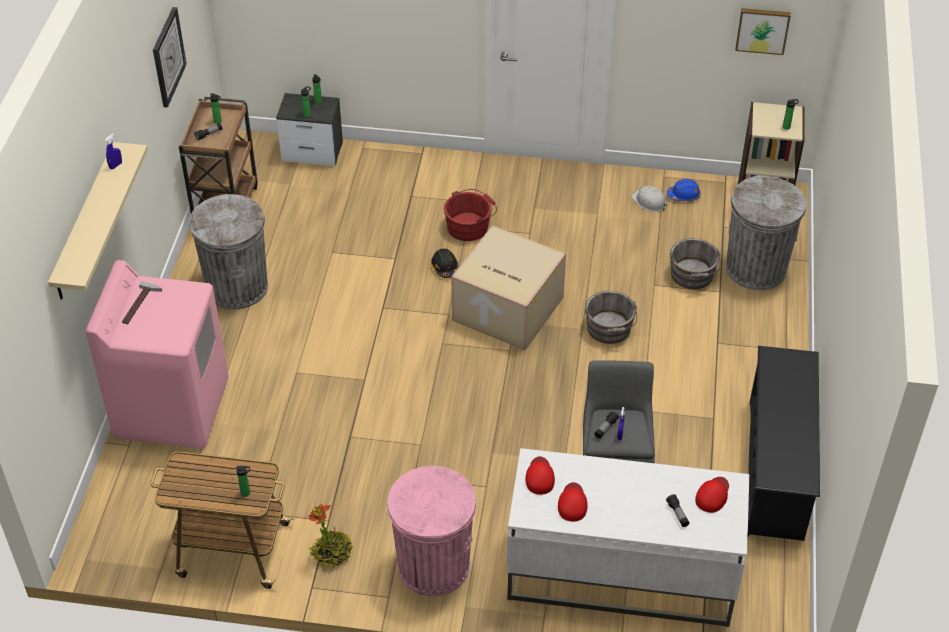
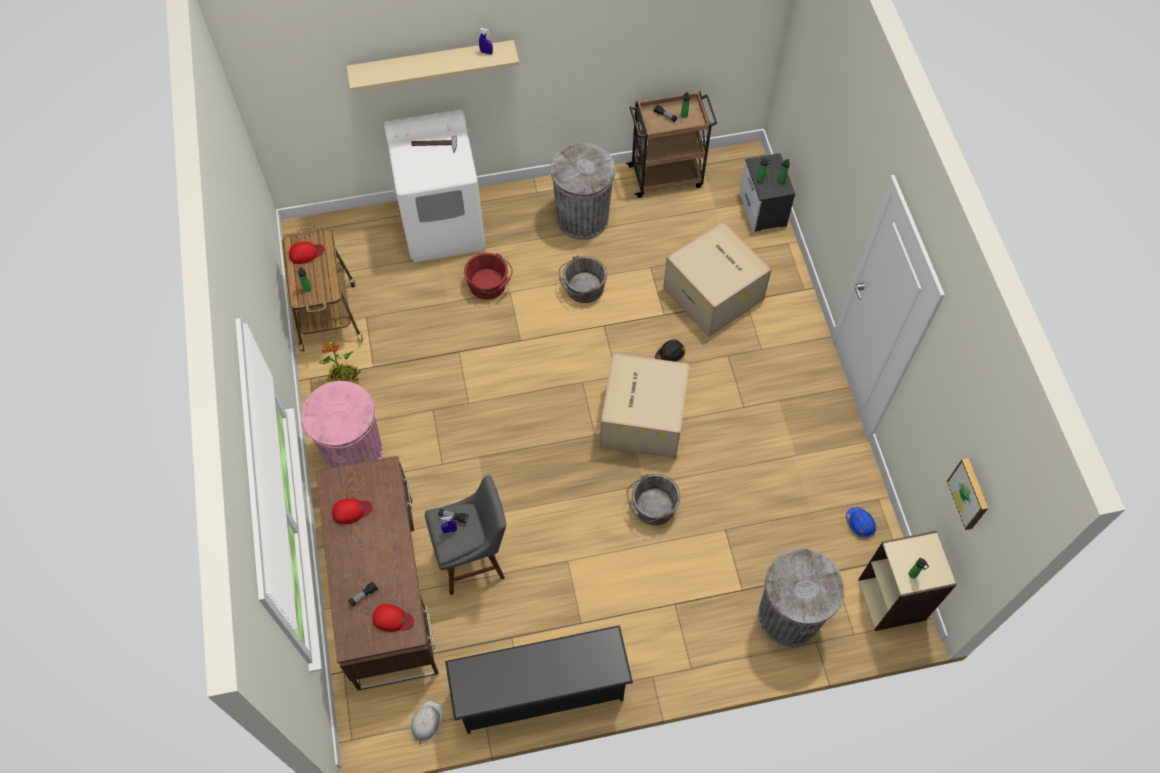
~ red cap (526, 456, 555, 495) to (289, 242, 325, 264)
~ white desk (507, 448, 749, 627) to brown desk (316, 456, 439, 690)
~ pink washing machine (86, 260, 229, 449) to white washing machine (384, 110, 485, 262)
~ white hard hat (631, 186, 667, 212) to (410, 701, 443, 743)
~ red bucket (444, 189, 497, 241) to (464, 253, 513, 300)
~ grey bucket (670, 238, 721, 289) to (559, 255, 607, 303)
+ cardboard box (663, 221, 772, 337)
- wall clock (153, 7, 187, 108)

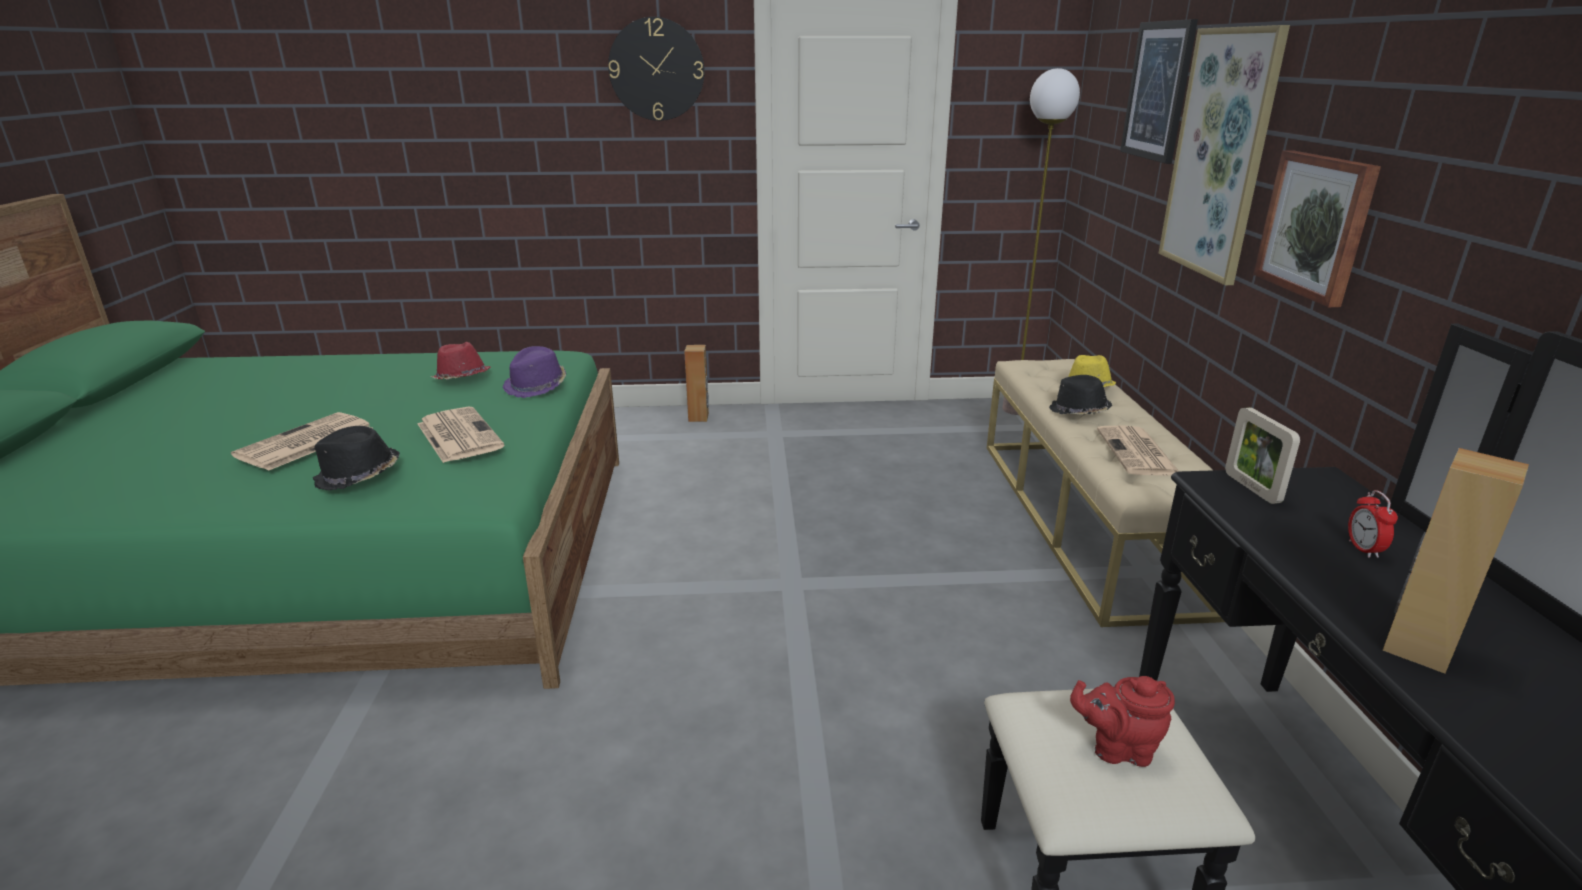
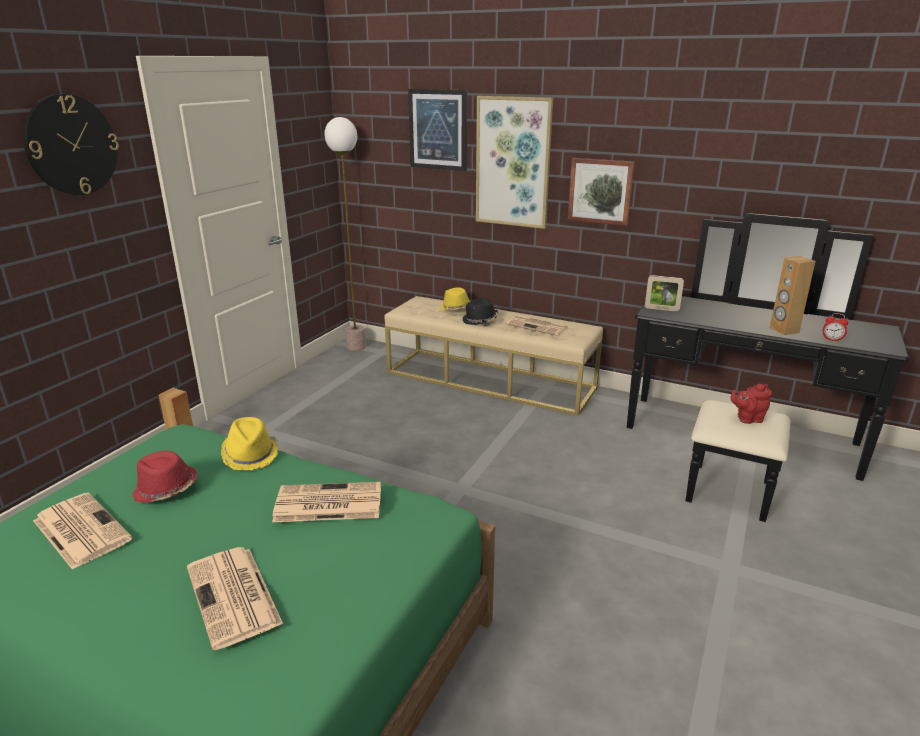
+ newspaper (33, 493, 132, 570)
~ purple hat (503, 346, 566, 398) to yellow hat (221, 417, 278, 471)
~ red teapot (1070, 676, 1175, 767) = (730, 384, 772, 424) 45 degrees clockwise
~ alarm clock (1348, 490, 1398, 558) to (823, 313, 848, 342)
- black hat (313, 426, 400, 490)

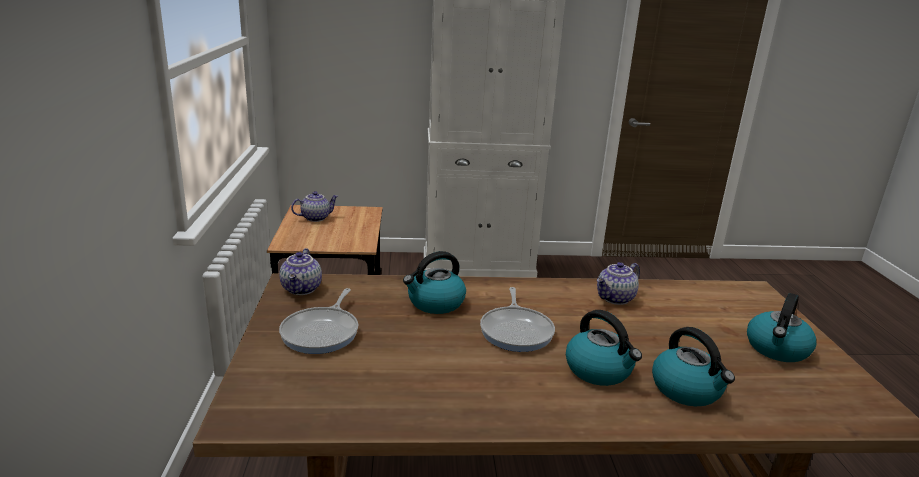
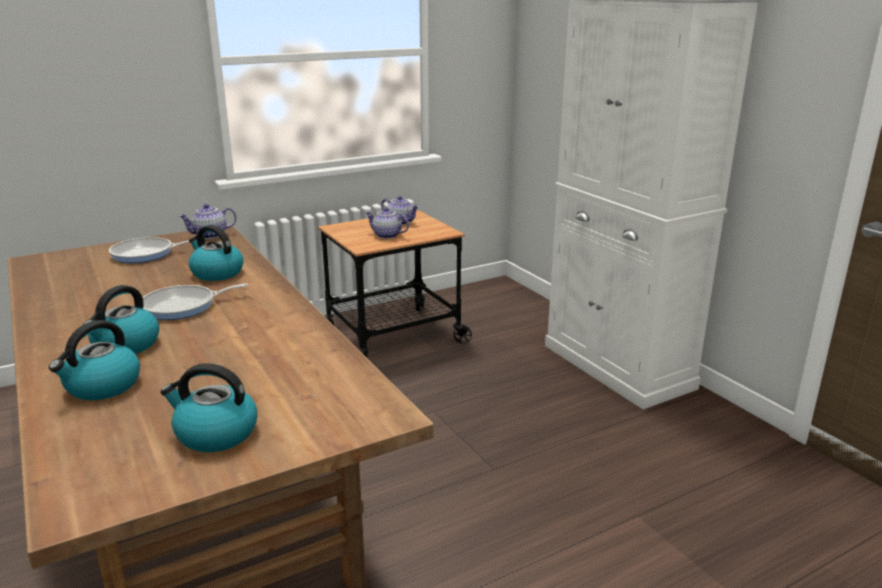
~ teapot (597, 262, 640, 305) to (365, 207, 409, 239)

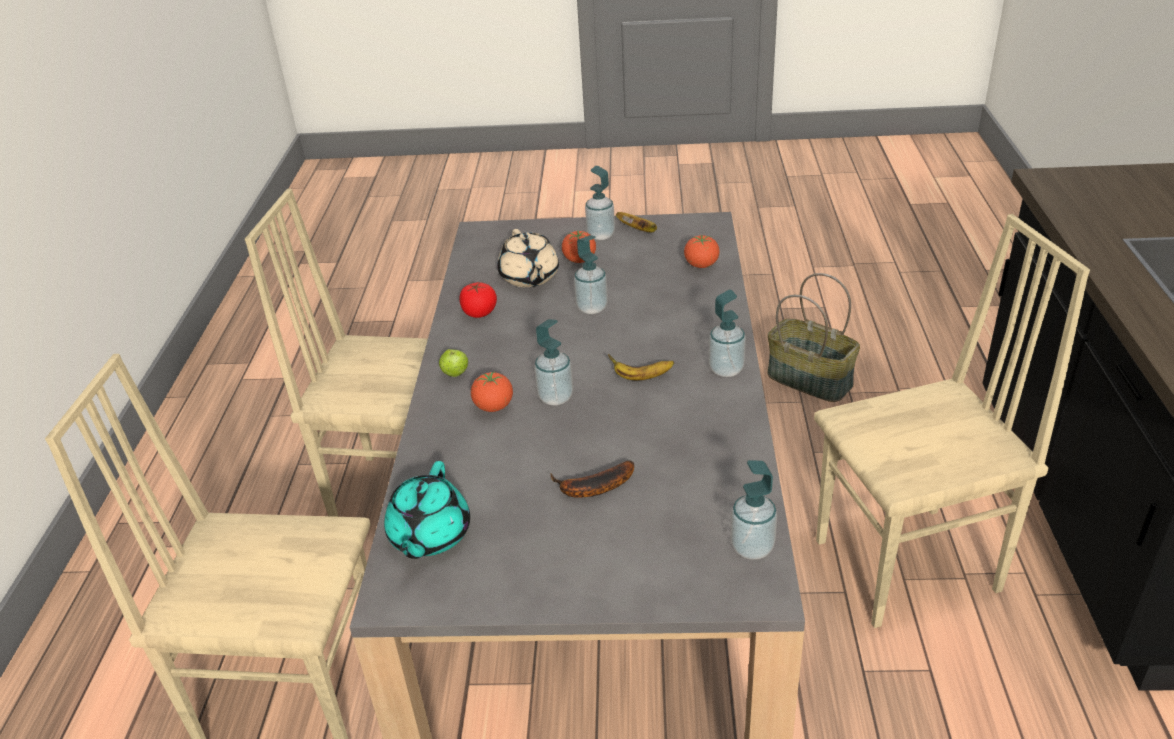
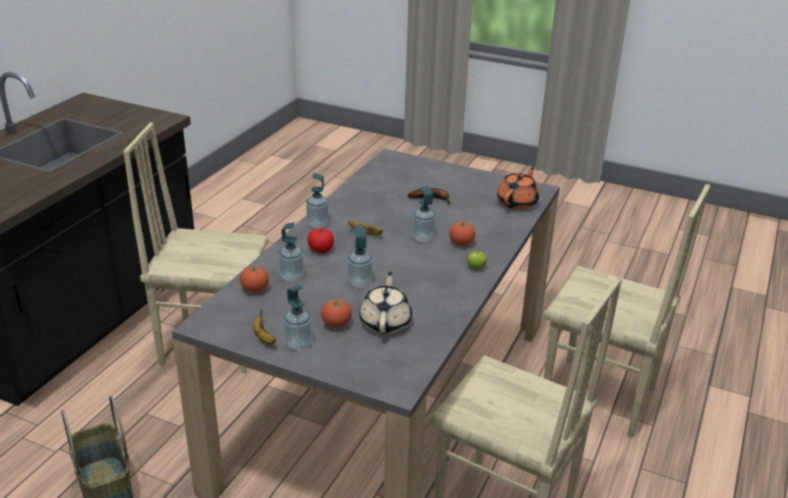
~ soap dispenser (731, 460, 777, 560) to (279, 222, 304, 282)
~ tomato (459, 282, 497, 318) to (307, 227, 334, 253)
~ turquoise teapot (384, 461, 470, 559) to orange teapot (497, 167, 539, 210)

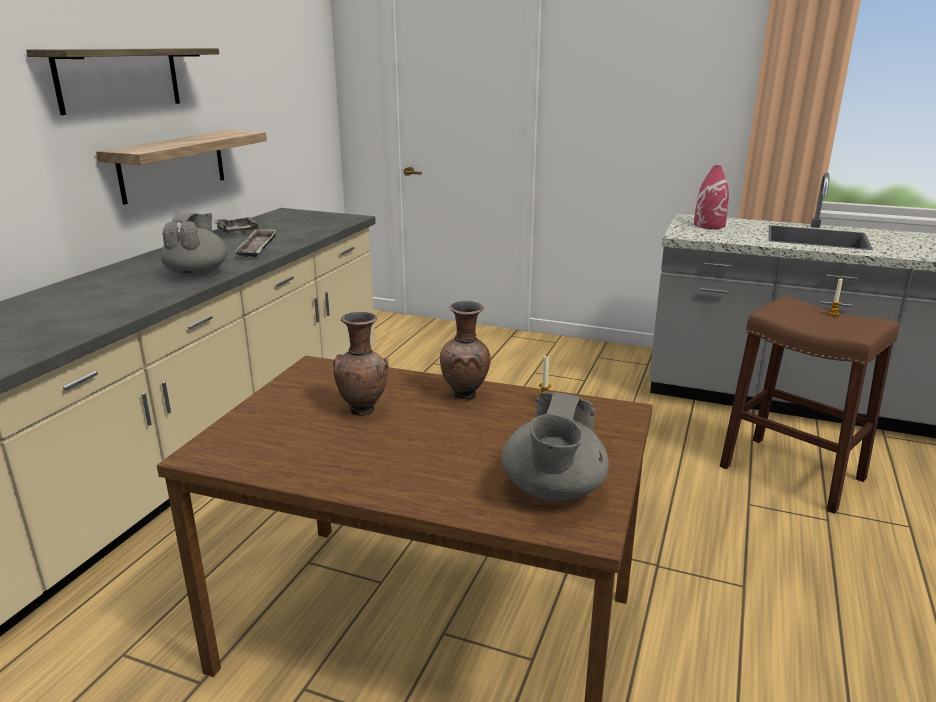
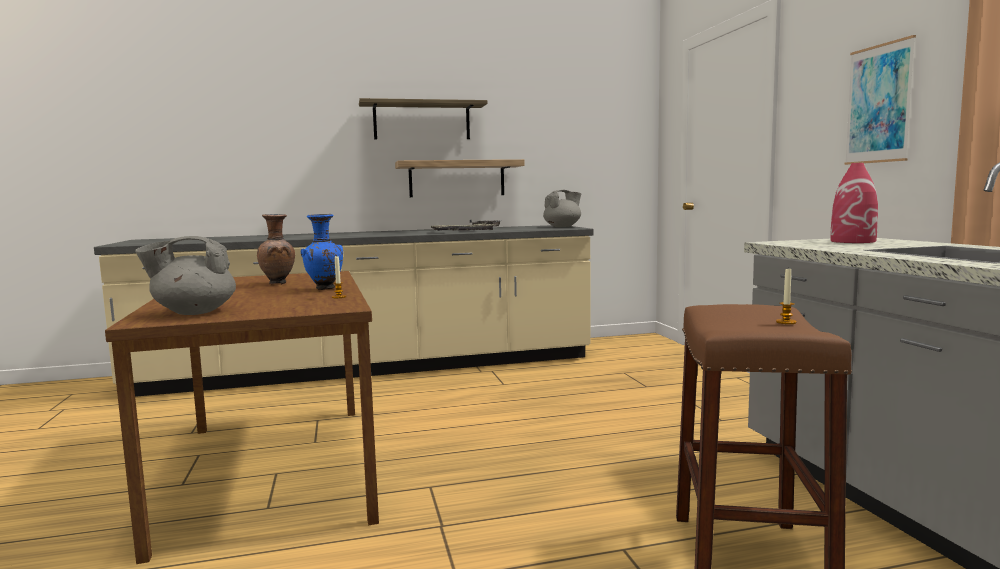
~ brown vase (440, 301, 491, 400) to blue vase (300, 214, 343, 290)
~ grey teapot (161, 213, 228, 277) to (543, 190, 581, 227)
+ picture (844, 35, 916, 165)

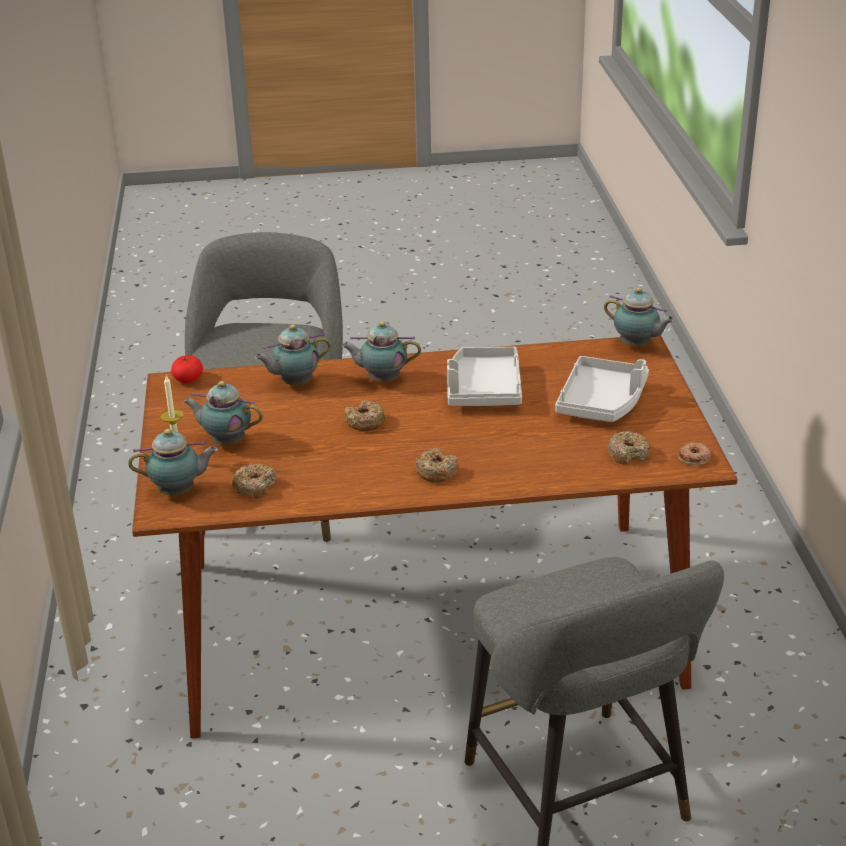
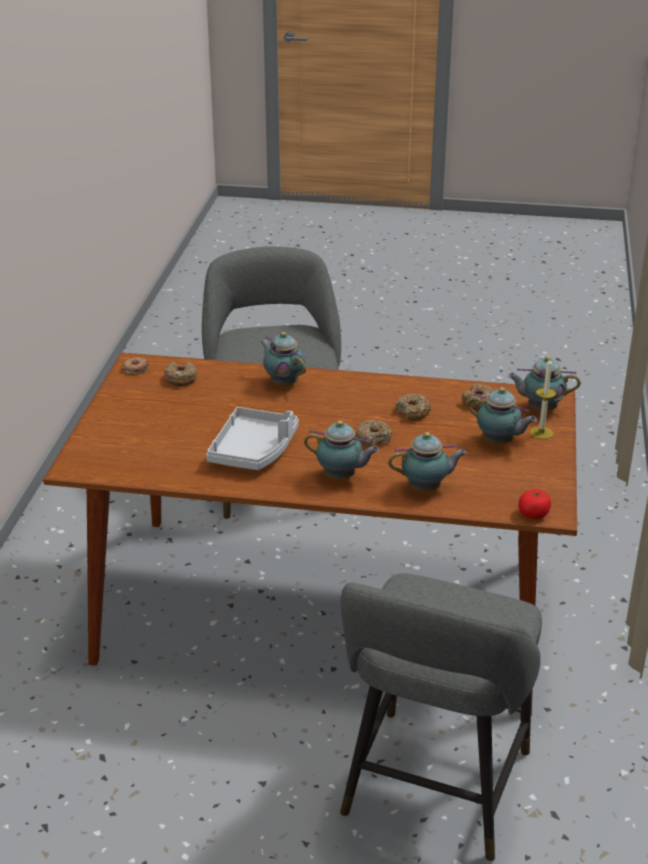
~ teapot (604, 287, 675, 347) to (260, 332, 306, 386)
~ donut (415, 448, 458, 483) to (395, 393, 431, 420)
- grey tray (555, 356, 649, 422)

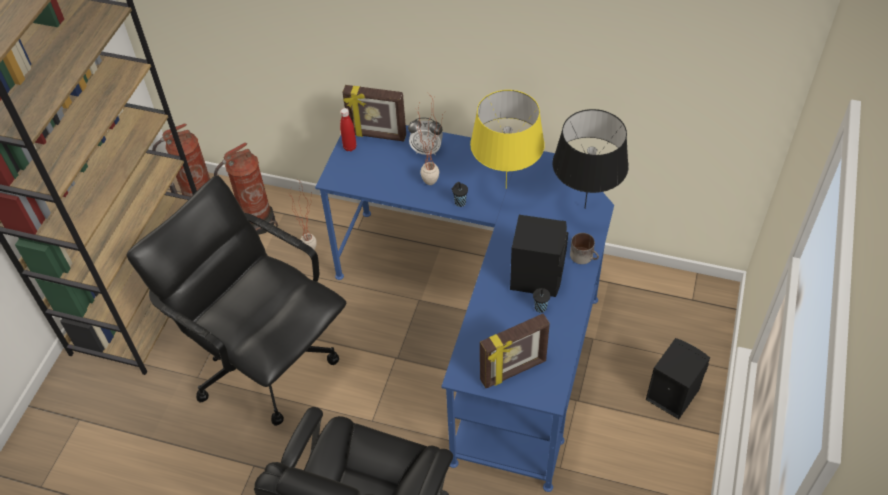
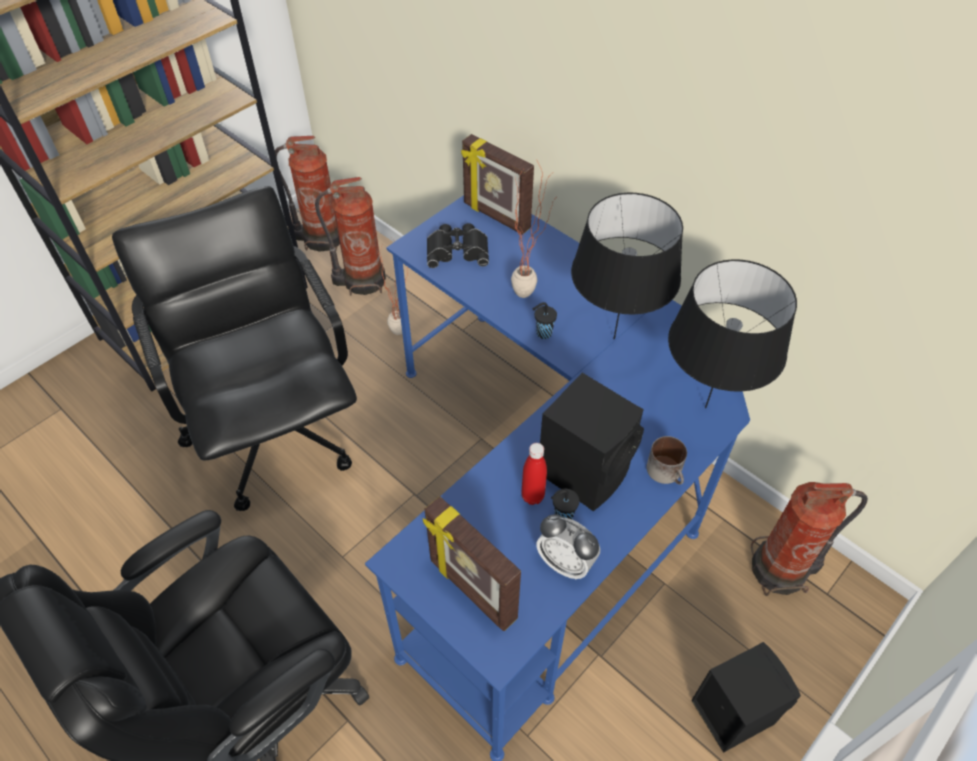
~ picture frame (480, 314, 550, 388) = (423, 496, 521, 631) 45 degrees clockwise
+ black binoculars (427, 223, 489, 268)
~ red bottle (340, 108, 357, 152) to (521, 443, 547, 505)
~ alarm clock (408, 118, 443, 155) to (536, 514, 600, 580)
~ yellow table lamp (470, 90, 545, 189) to black table lamp (571, 193, 683, 340)
+ fire extinguisher (751, 482, 868, 596)

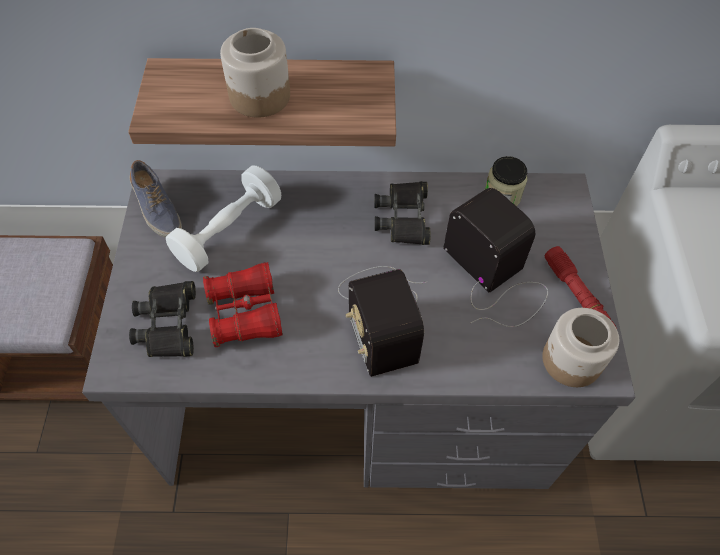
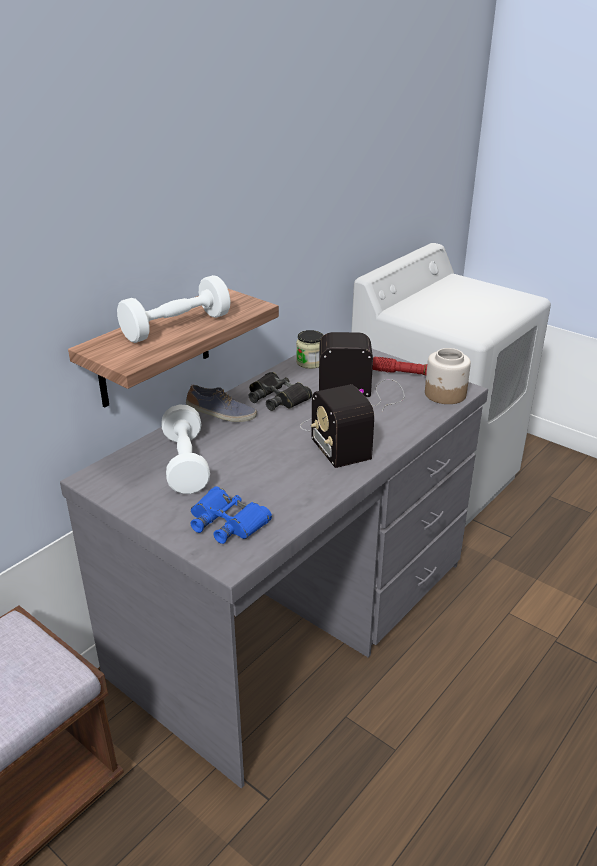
~ jar (220, 28, 290, 118) to white dumbbell (117, 275, 231, 343)
~ shoe (130, 160, 182, 238) to (186, 385, 257, 422)
~ black binoculars (129, 281, 196, 357) to blue binoculars (191, 487, 272, 544)
~ radio (338, 266, 427, 377) = (300, 384, 374, 468) 45 degrees clockwise
- red binoculars (203, 262, 283, 347)

